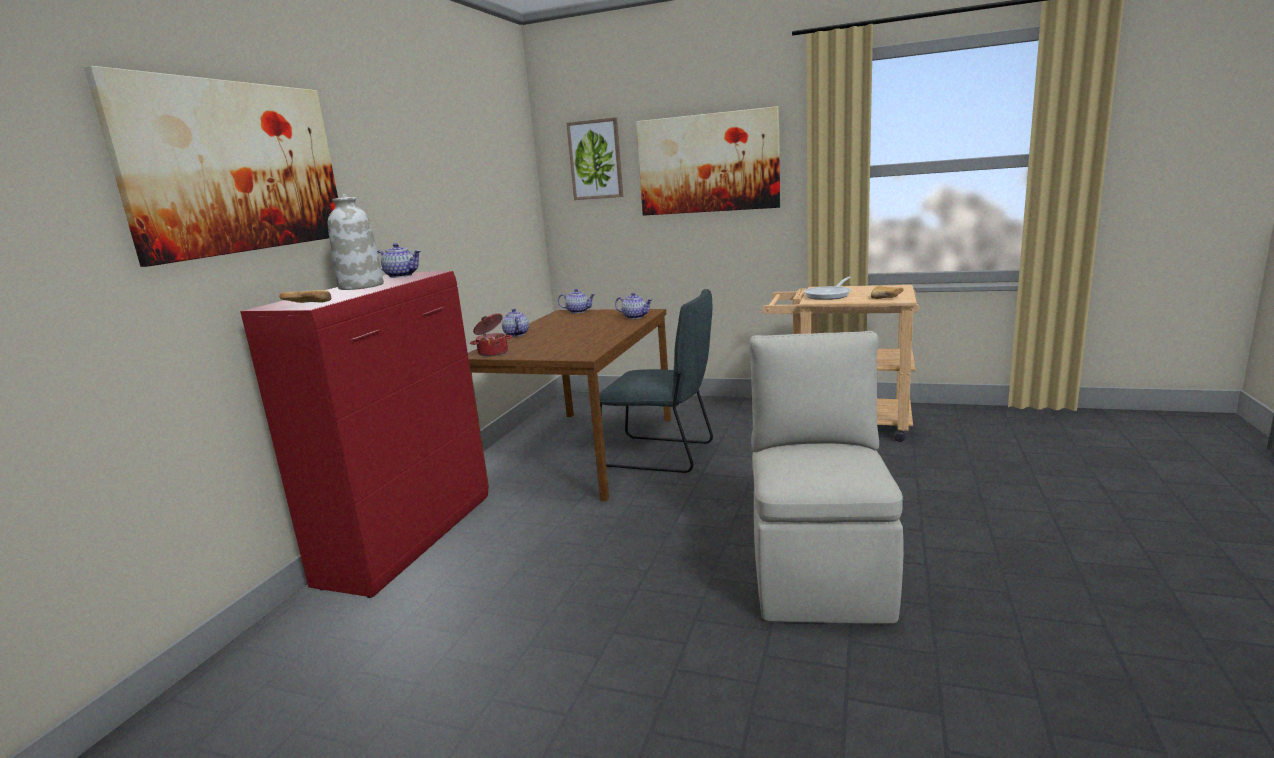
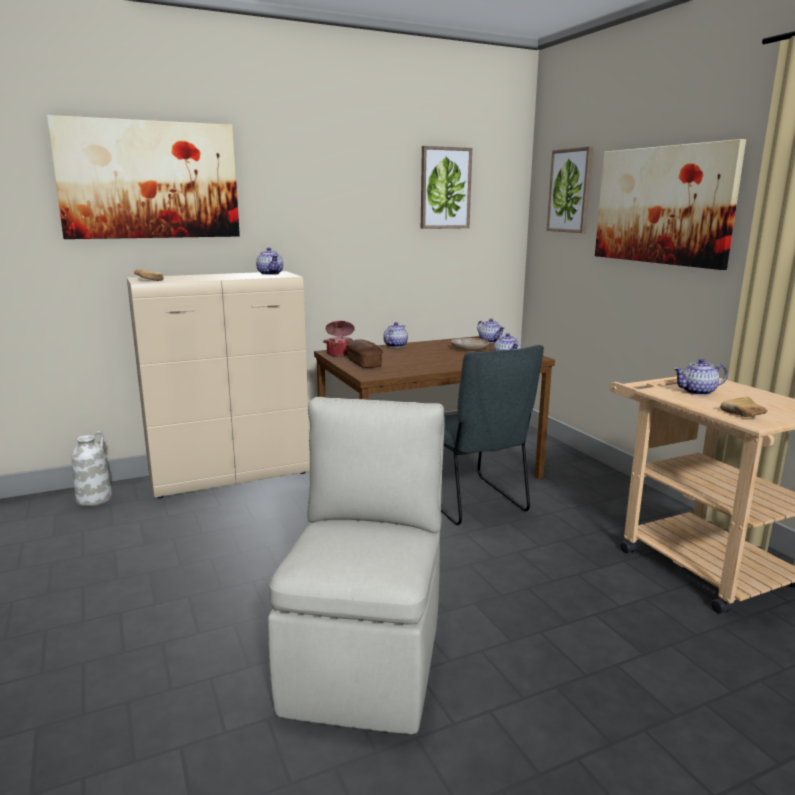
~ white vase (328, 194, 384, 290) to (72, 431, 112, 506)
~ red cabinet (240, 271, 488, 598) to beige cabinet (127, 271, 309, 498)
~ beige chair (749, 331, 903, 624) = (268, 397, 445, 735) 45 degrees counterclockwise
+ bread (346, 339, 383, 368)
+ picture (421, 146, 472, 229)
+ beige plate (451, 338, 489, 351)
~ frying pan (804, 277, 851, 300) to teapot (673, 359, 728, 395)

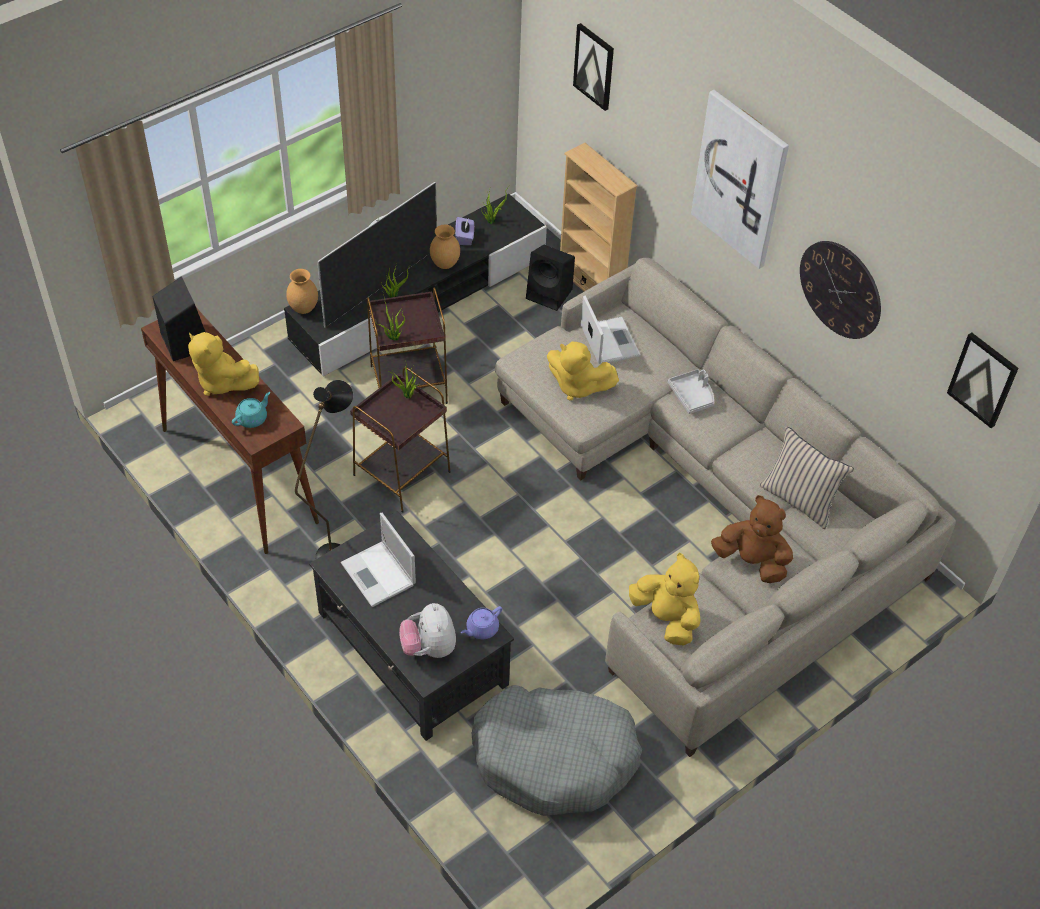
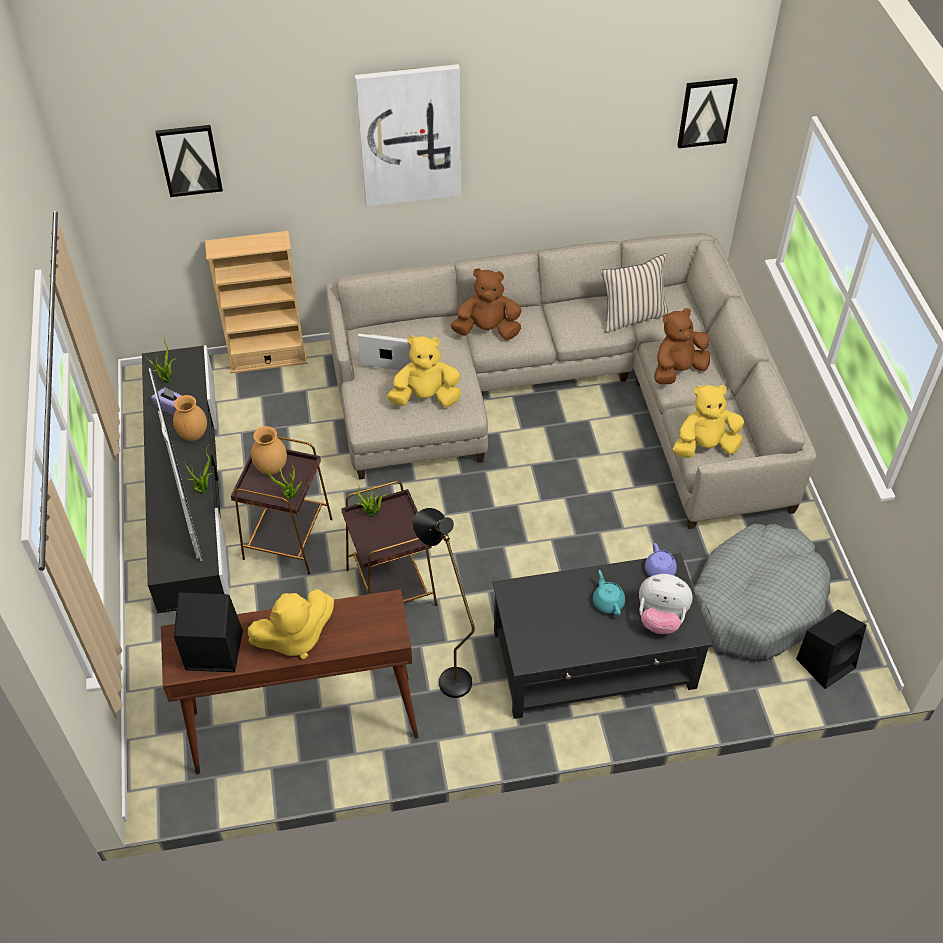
~ brown vase (286, 269, 318, 314) to (251, 426, 287, 475)
~ yellow plush toy (547, 342, 619, 401) = (387, 336, 461, 407) 150 degrees counterclockwise
~ grey tray (668, 369, 714, 414) to brown plush toy (451, 268, 522, 340)
~ turquoise teapot (232, 392, 270, 428) to (593, 570, 625, 616)
~ black speaker (526, 245, 575, 311) to (796, 609, 866, 689)
- laptop (341, 513, 416, 607)
- wall clock (800, 241, 881, 339)

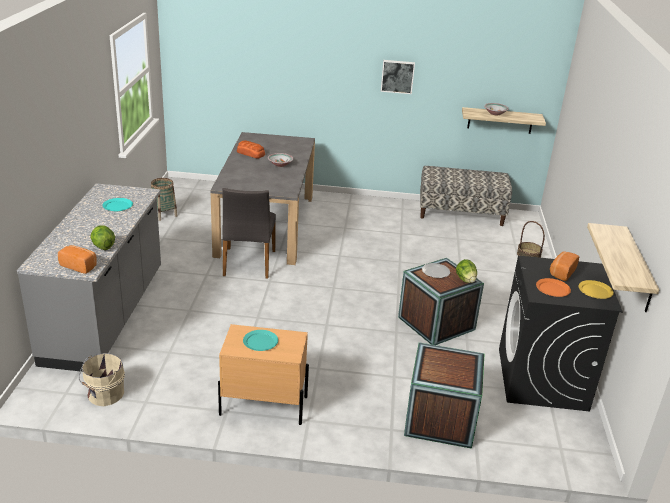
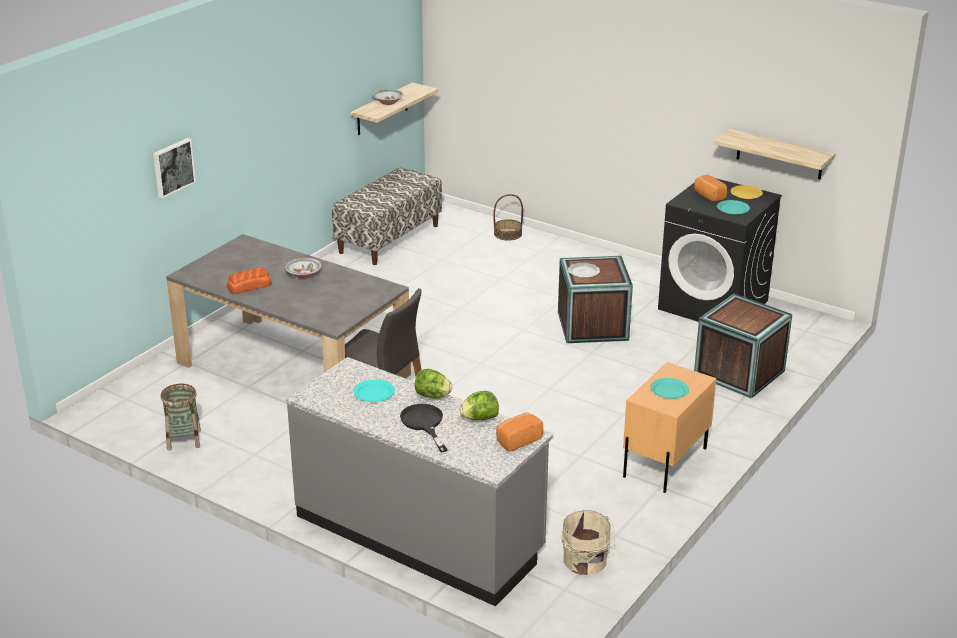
~ picture (381, 60, 415, 94) to (153, 138, 196, 198)
+ black frying pan (400, 404, 448, 452)
~ lettuce (456, 259, 477, 283) to (415, 369, 452, 398)
~ orange plate (536, 278, 571, 297) to turquoise plate (717, 200, 750, 215)

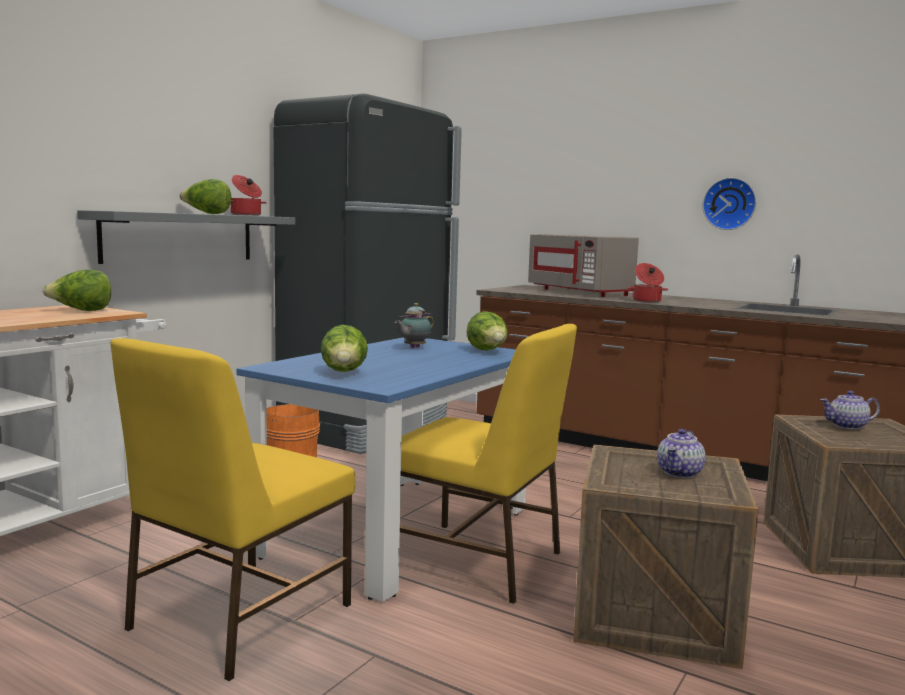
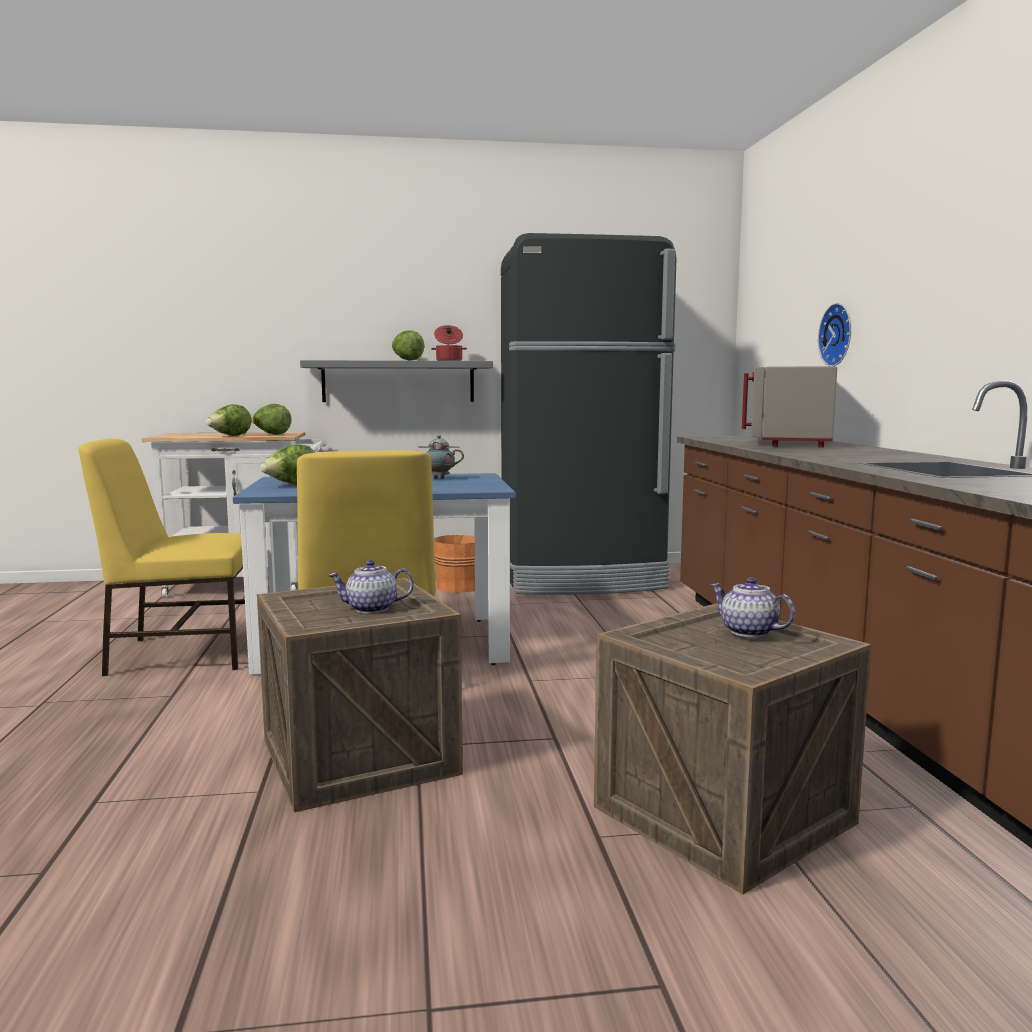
~ lettuce (467, 311, 508, 350) to (206, 404, 252, 436)
~ wall clock (703, 178, 756, 230) to (818, 303, 851, 366)
- cooking pot (628, 263, 668, 302)

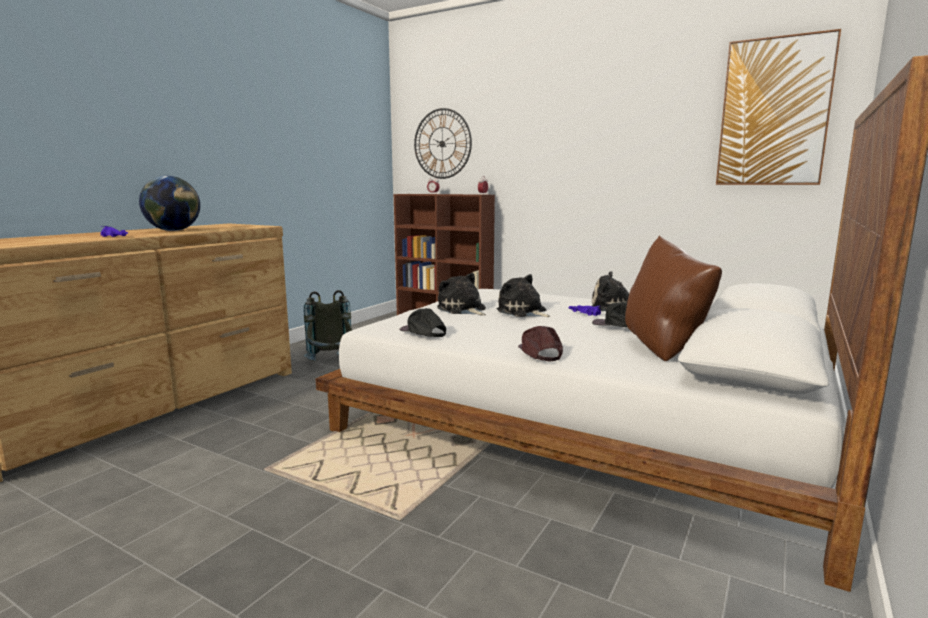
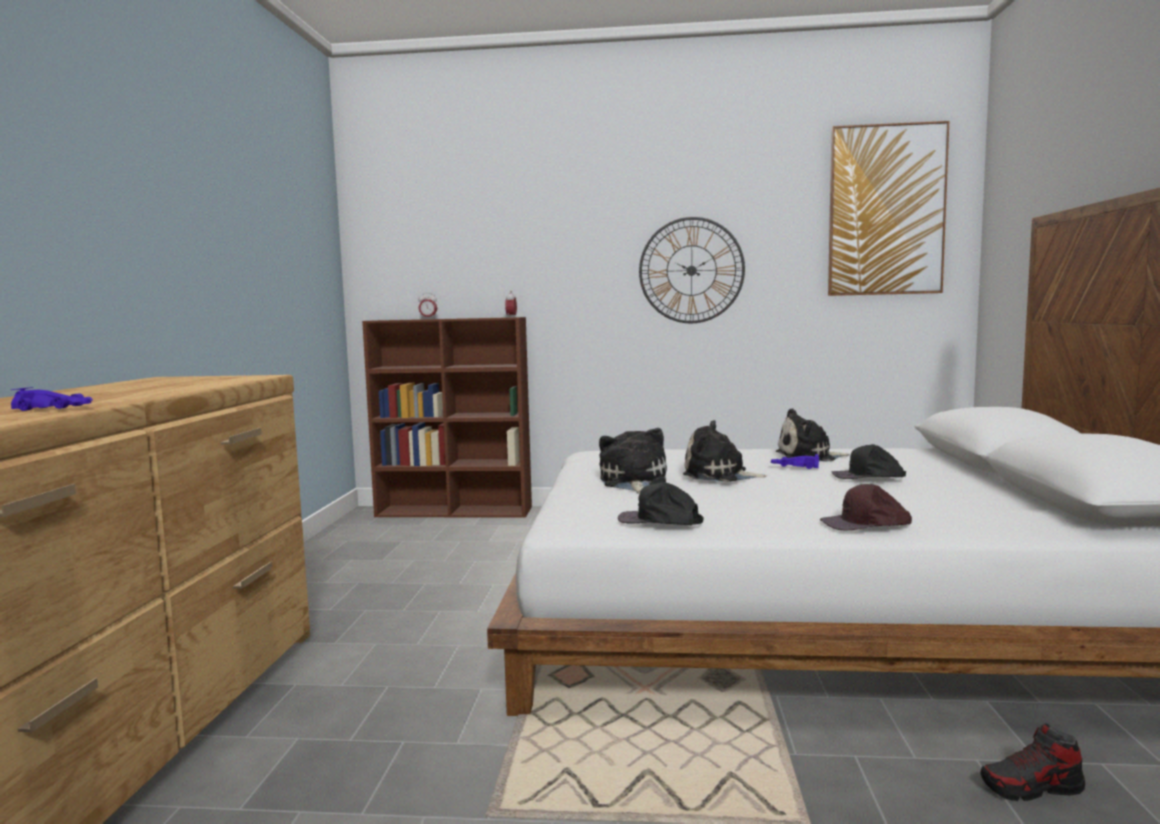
~ plush toy (437, 273, 486, 315) = (599, 428, 667, 494) 60 degrees clockwise
~ wall clock (414, 108, 472, 179) to (639, 217, 745, 323)
~ brown cap (518, 326, 563, 362) = (820, 484, 912, 530) 60 degrees counterclockwise
+ shoe (981, 723, 1085, 801)
- globe (139, 176, 200, 231)
- grey backpack (304, 290, 352, 361)
- brown pillow (625, 235, 722, 361)

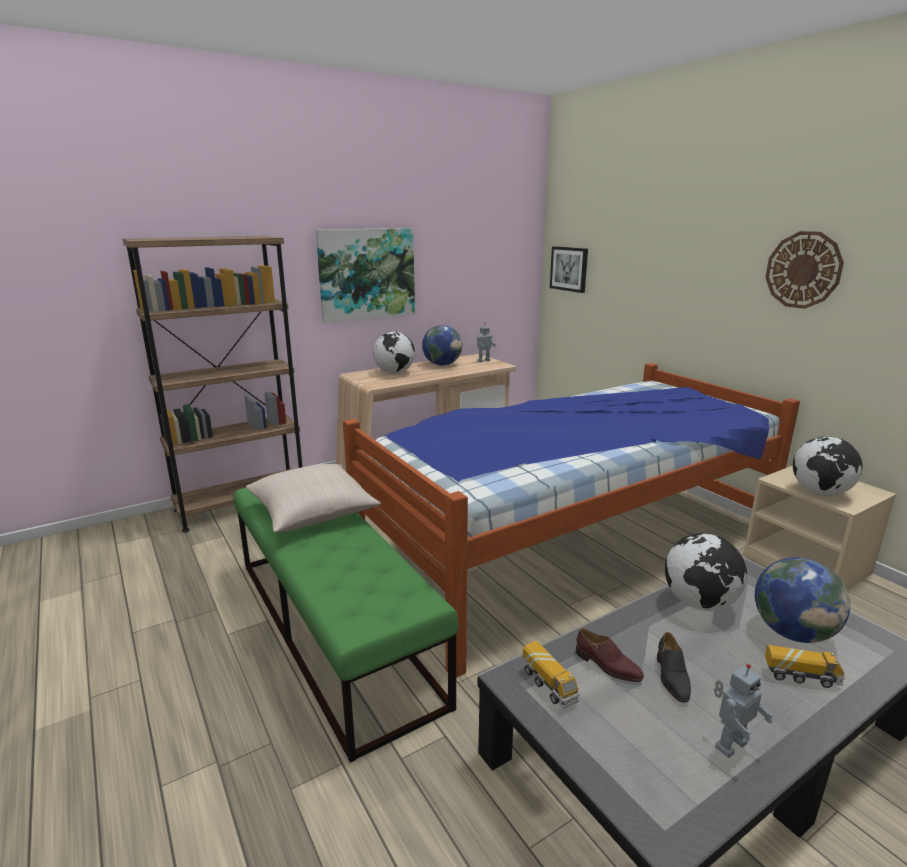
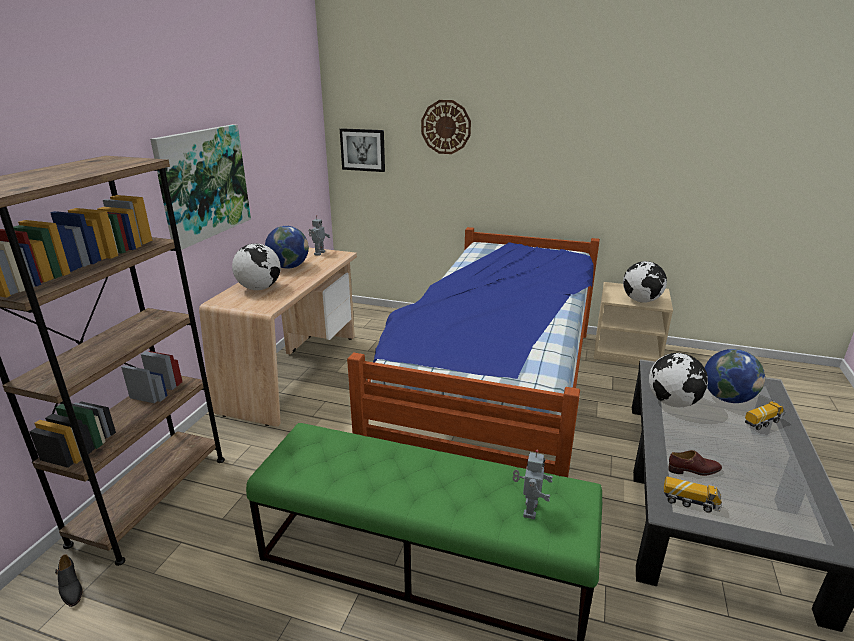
~ black shoe (657, 632, 691, 703) to (55, 554, 83, 607)
~ wall clock (765, 231, 844, 309) to (421, 100, 471, 154)
~ toy robot (714, 664, 774, 758) to (512, 450, 553, 519)
- beige pillow (246, 464, 381, 532)

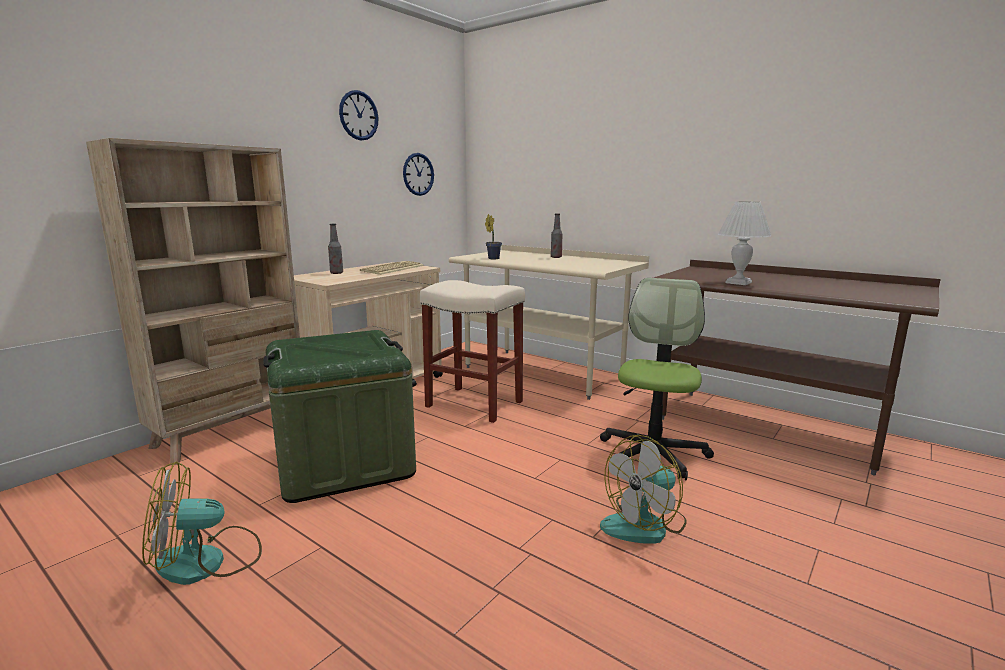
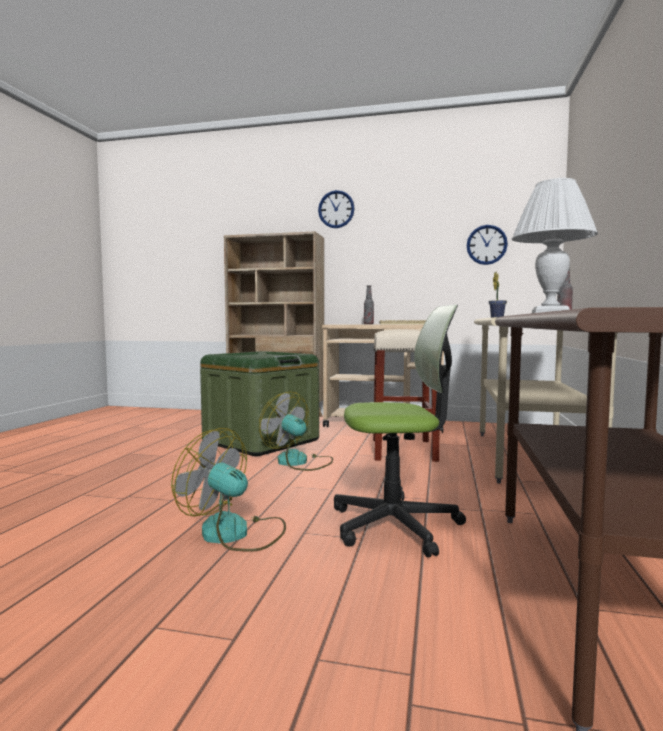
~ fan (142, 461, 262, 585) to (259, 392, 333, 471)
~ wall clock (339, 90, 379, 141) to (318, 190, 355, 228)

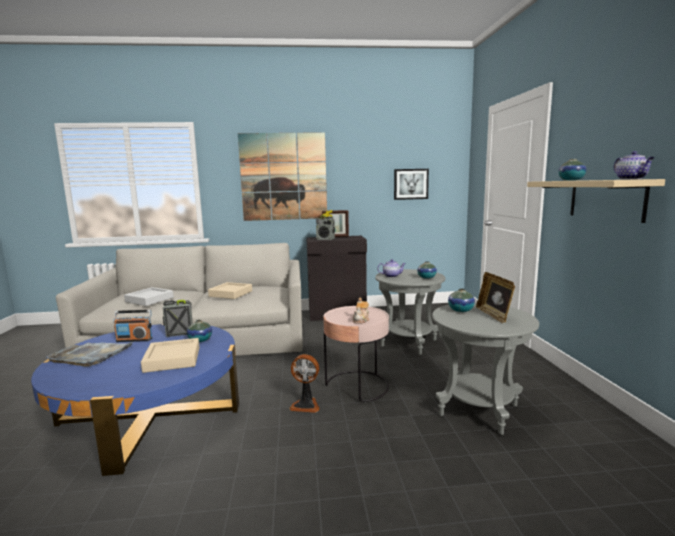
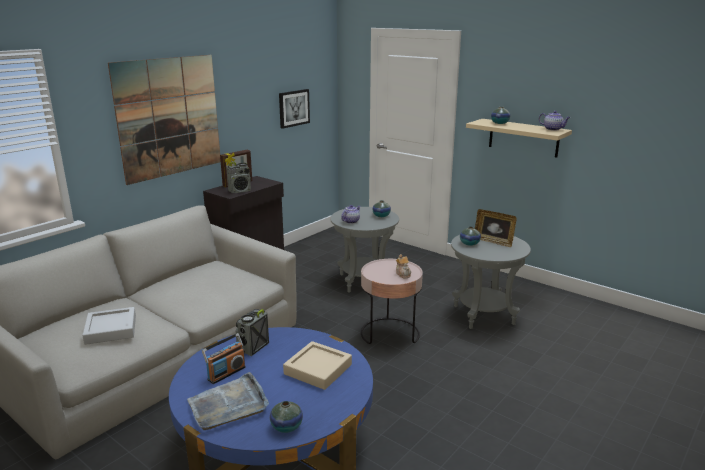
~ vase (187, 320, 212, 342) to (270, 401, 303, 433)
- beige tray (208, 282, 252, 299)
- fan (289, 354, 319, 413)

